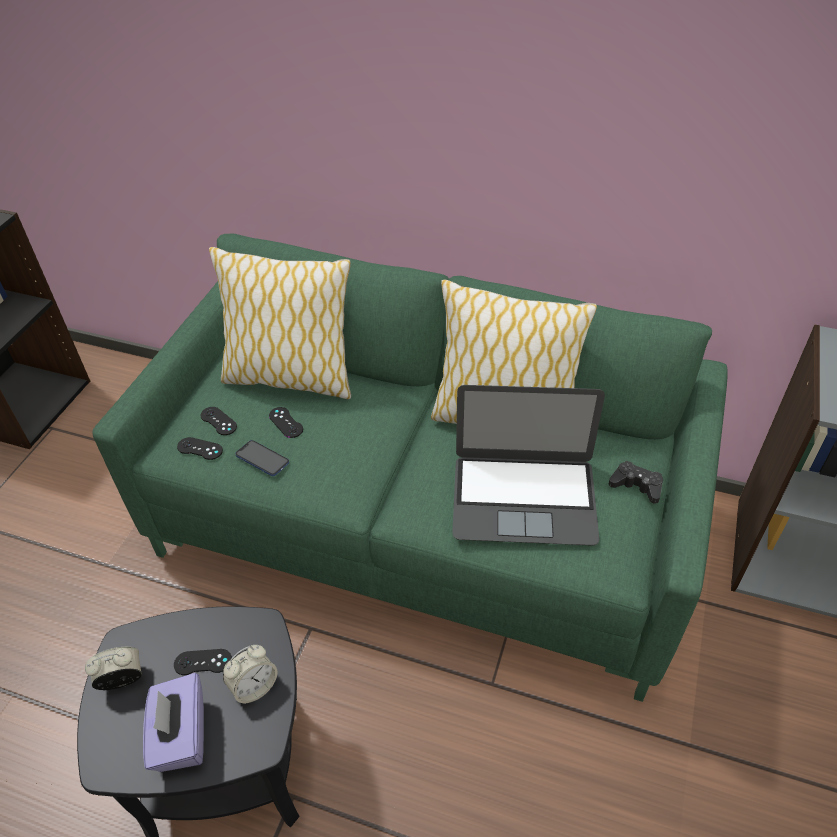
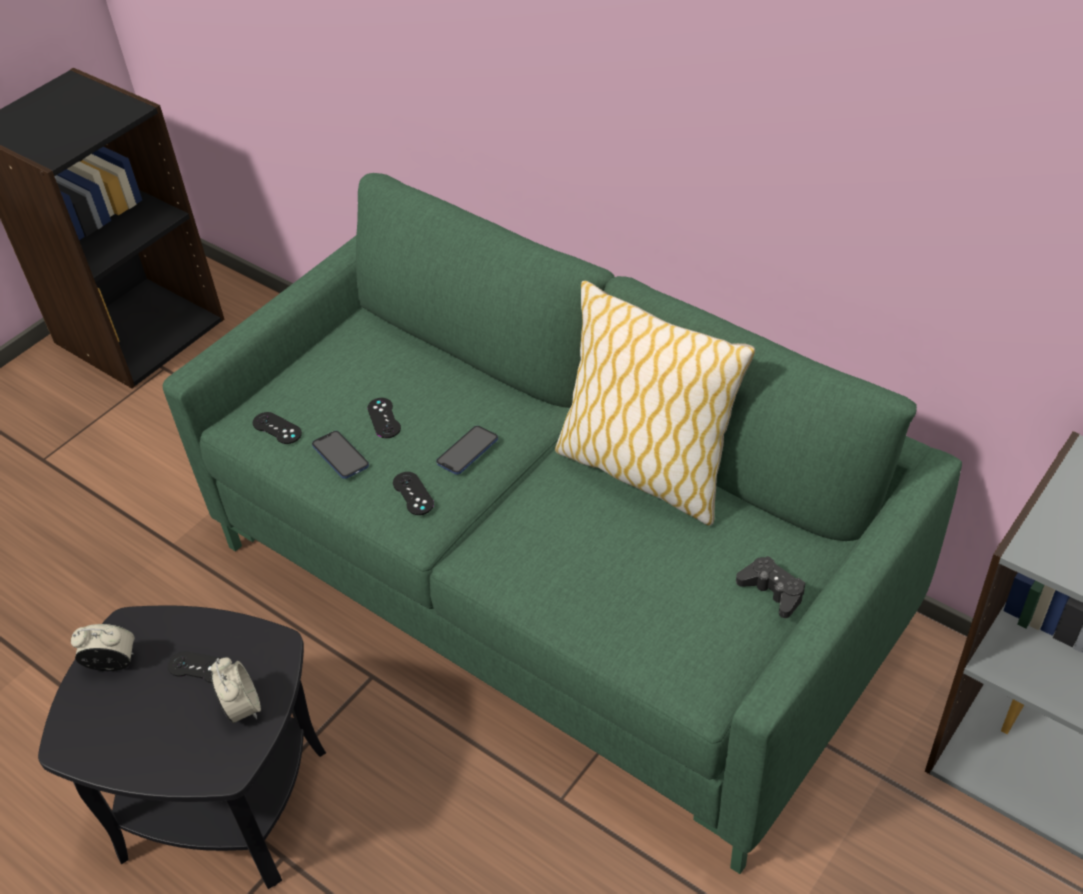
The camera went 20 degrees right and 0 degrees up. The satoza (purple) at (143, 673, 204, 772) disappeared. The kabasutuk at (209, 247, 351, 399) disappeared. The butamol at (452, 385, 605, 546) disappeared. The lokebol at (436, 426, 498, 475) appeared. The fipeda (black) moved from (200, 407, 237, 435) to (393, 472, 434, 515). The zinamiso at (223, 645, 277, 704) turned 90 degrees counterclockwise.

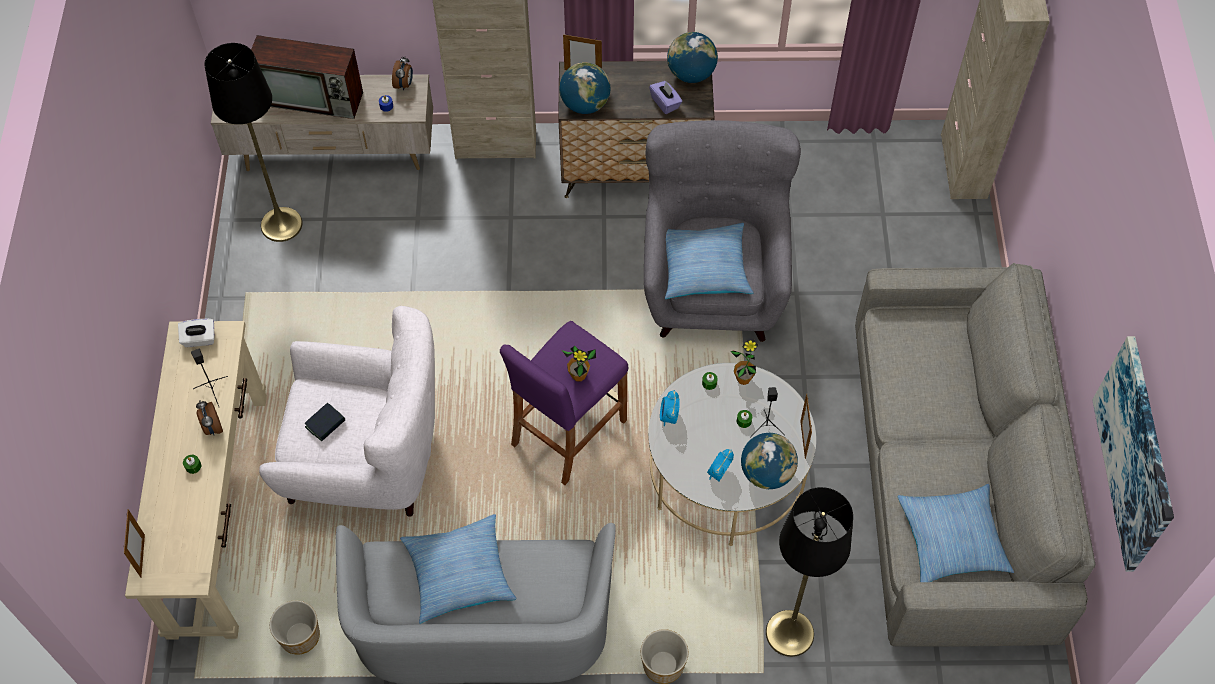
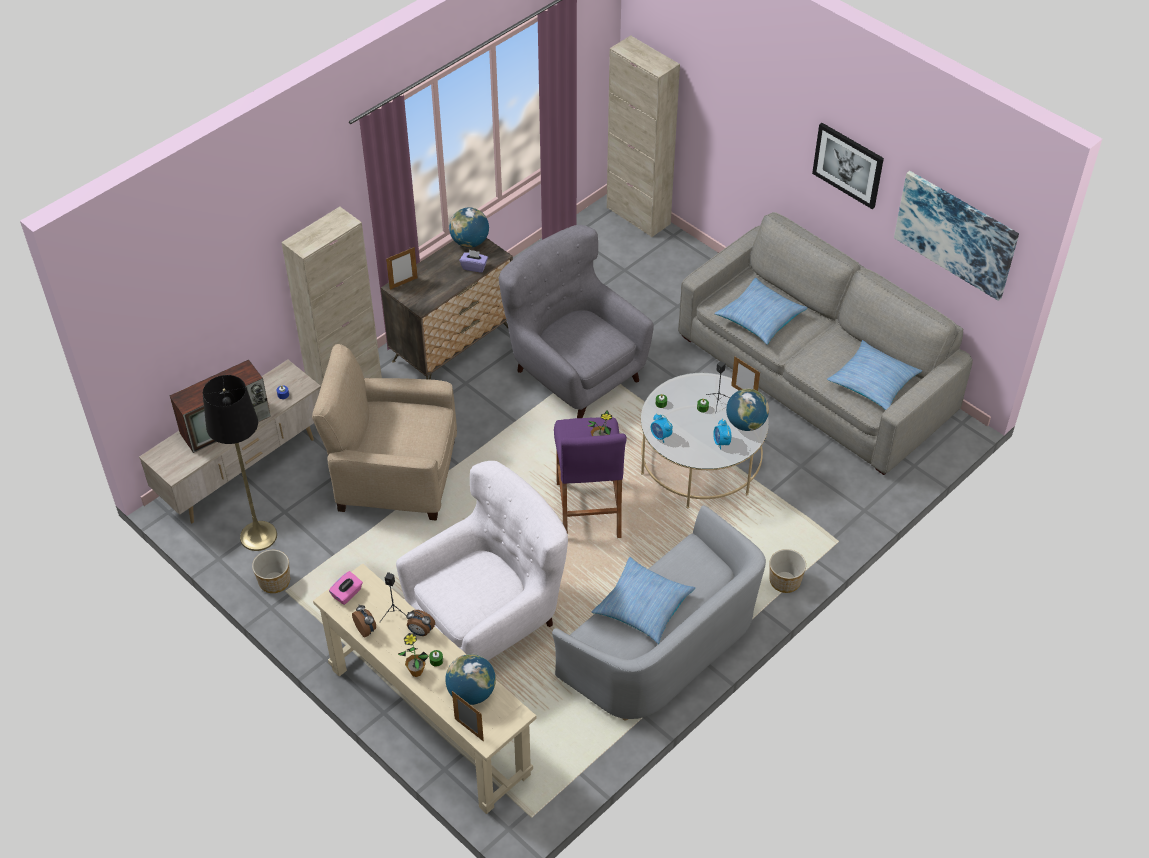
The camera went 45 degrees left and 10 degrees down. The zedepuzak at (304, 403, 345, 442) disappeared. The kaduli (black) at (766, 487, 853, 657) disappeared. The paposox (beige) at (312, 344, 457, 520) appeared. The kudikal at (812, 123, 884, 209) appeared. The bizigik moved from (270, 600, 320, 655) to (252, 550, 290, 593). The zinamiso moved from (392, 56, 413, 90) to (352, 604, 376, 637). The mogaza moved from (559, 62, 610, 114) to (445, 654, 496, 705). The kabasutuk moved from (665, 223, 754, 299) to (714, 278, 808, 345). The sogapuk moved from (730, 339, 758, 385) to (398, 633, 429, 677). The satoza (white) at (178, 319, 214, 347) became the satoza (pink) at (329, 571, 363, 605).

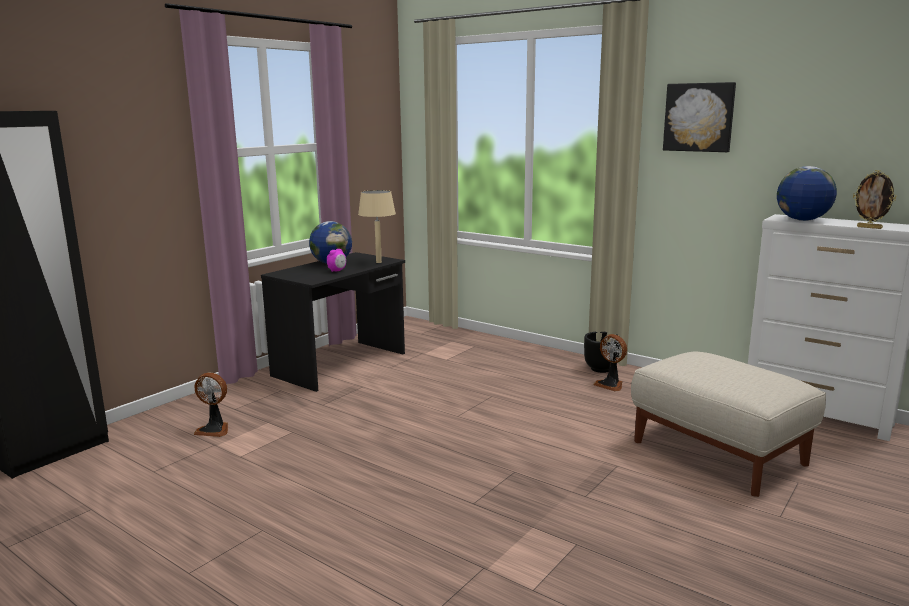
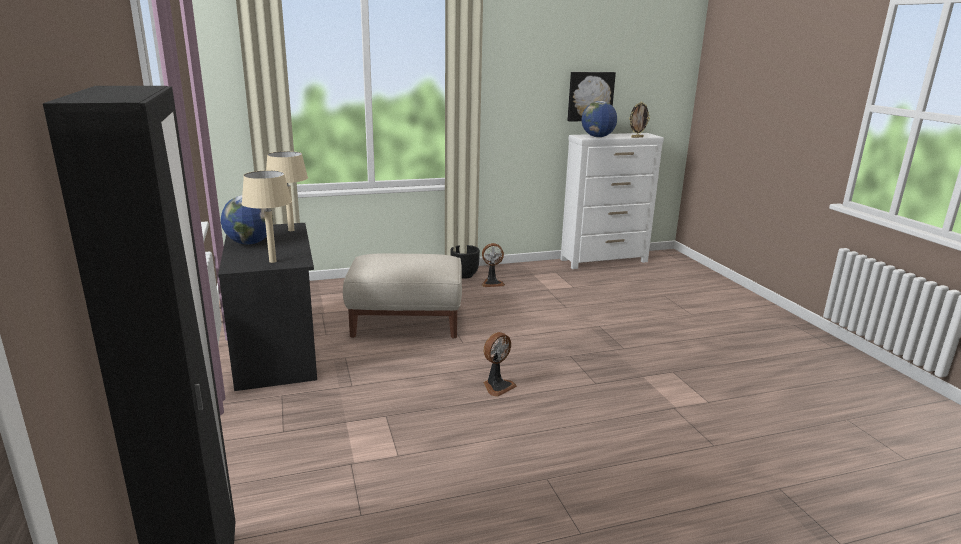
The camera went 55 degrees left and 5 degrees up. The zinamiso at (327, 249, 346, 272) disappeared. The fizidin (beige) at (242, 170, 292, 263) appeared. The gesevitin moved from (194, 372, 228, 437) to (483, 332, 517, 397). The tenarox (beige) moved from (631, 352, 826, 497) to (343, 253, 462, 339). The kudikal moved from (663, 82, 736, 152) to (567, 72, 616, 122).

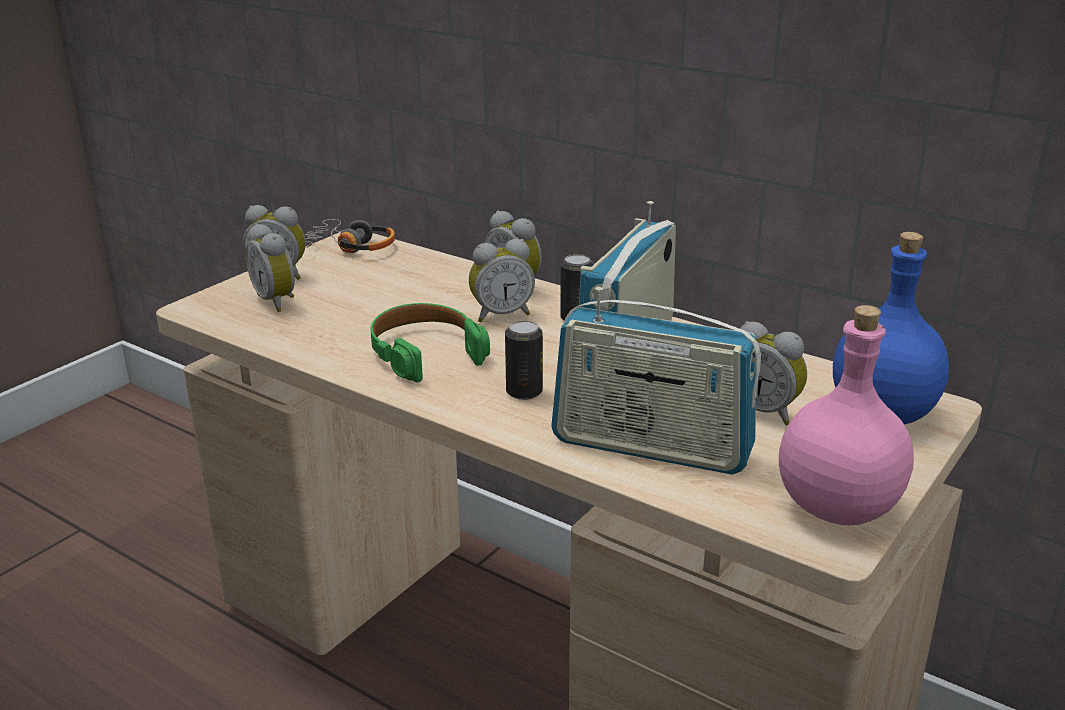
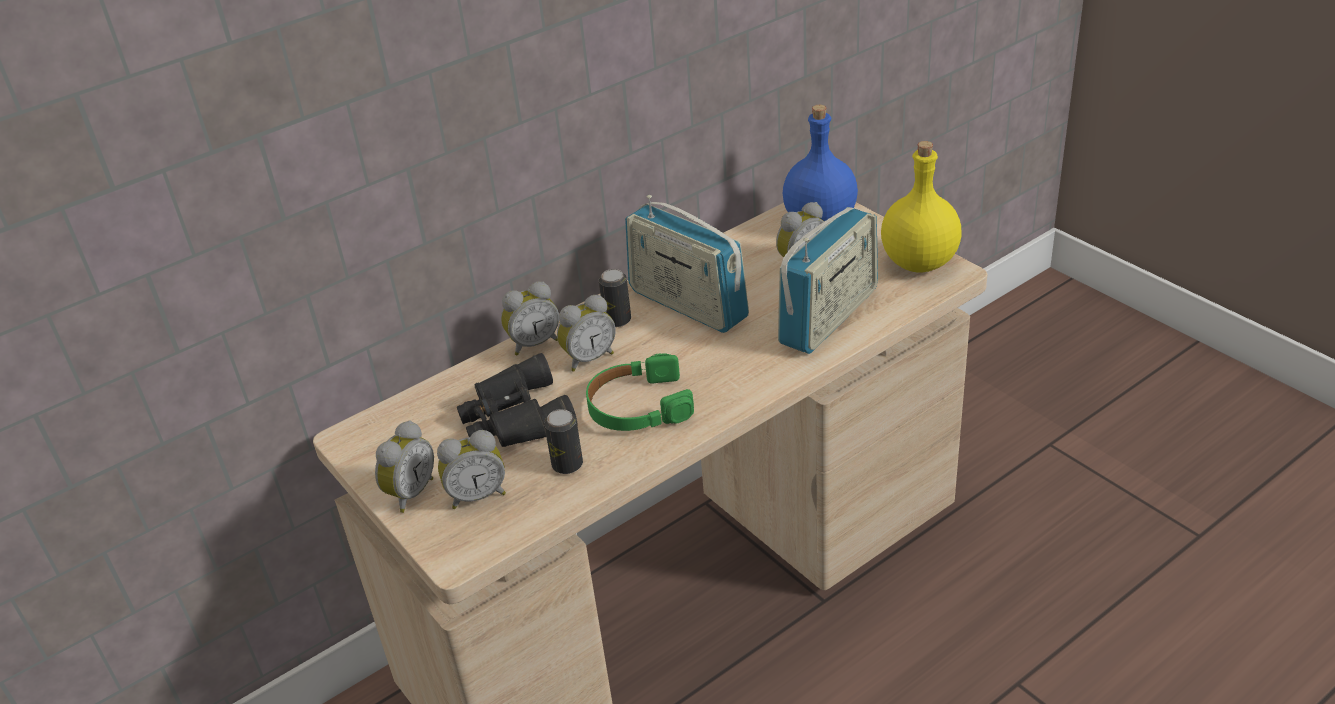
The camera went 70 degrees left and 10 degrees up. The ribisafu at (305, 219, 395, 253) disappeared. The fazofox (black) at (457, 353, 578, 447) appeared. The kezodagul moved from (505, 321, 543, 400) to (544, 409, 583, 474). The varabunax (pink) at (779, 305, 914, 525) became the varabunax (yellow) at (881, 141, 962, 273). The zinamiso at (469, 239, 535, 323) turned 60 degrees clockwise.

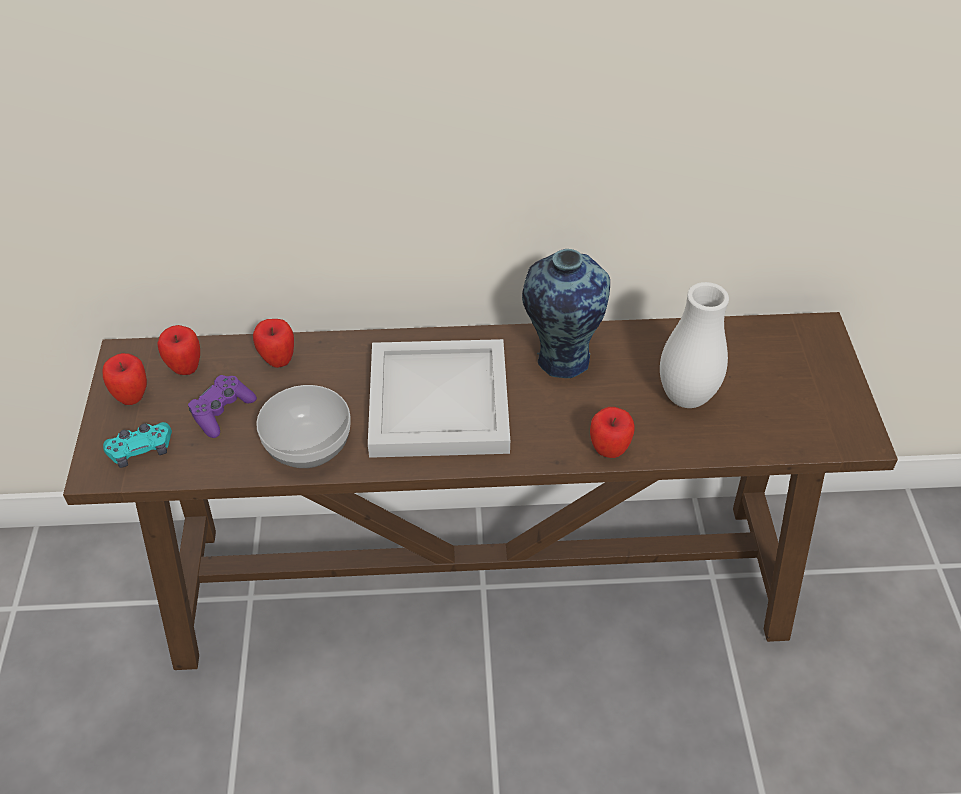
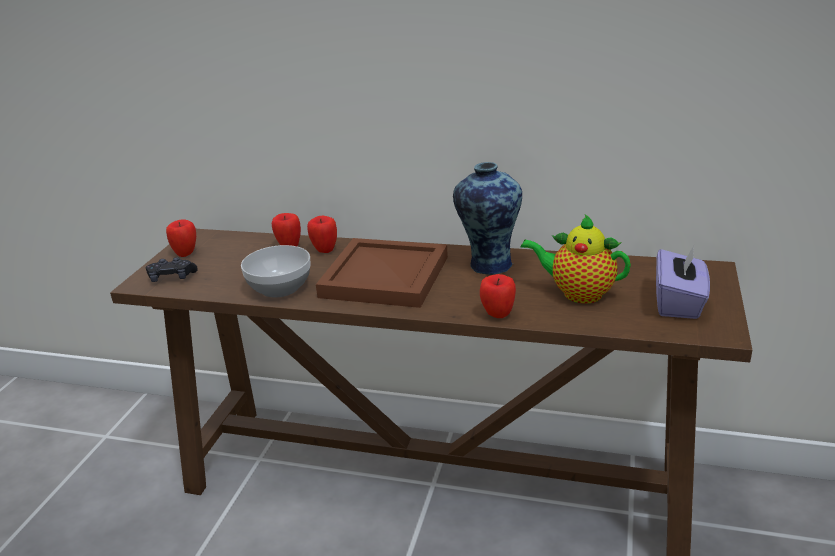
The camera went 20 degrees right and 20 degrees down. The fipeda (purple) at (188, 375, 257, 438) disappeared. The satoza (purple) at (656, 246, 710, 319) appeared. The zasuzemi moved from (157, 325, 200, 375) to (307, 216, 337, 253). The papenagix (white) at (660, 282, 729, 408) was replaced by the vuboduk at (521, 214, 631, 304). The fipeda (turquoise) at (103, 422, 172, 468) became the fipeda (black) at (146, 257, 198, 282). The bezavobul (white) at (368, 339, 510, 458) became the bezavobul (brown) at (316, 238, 448, 308).

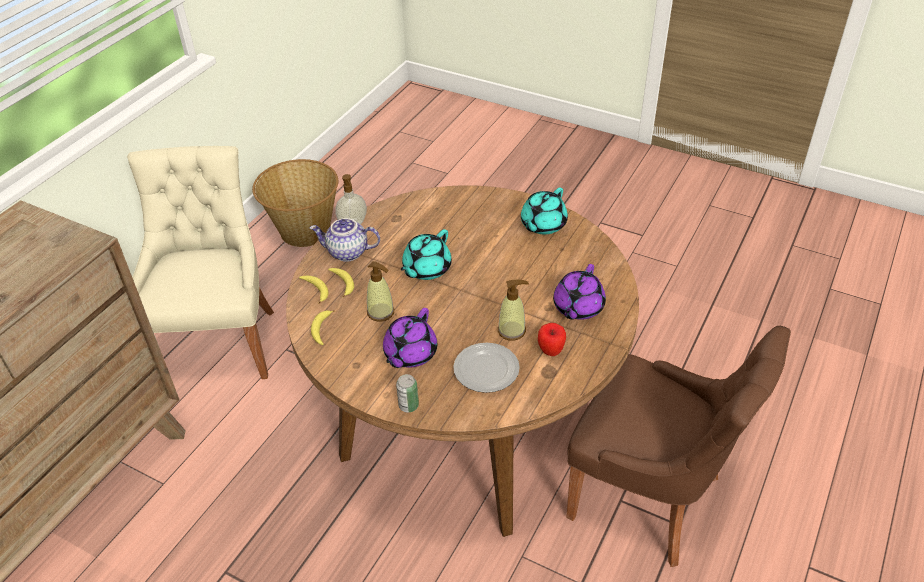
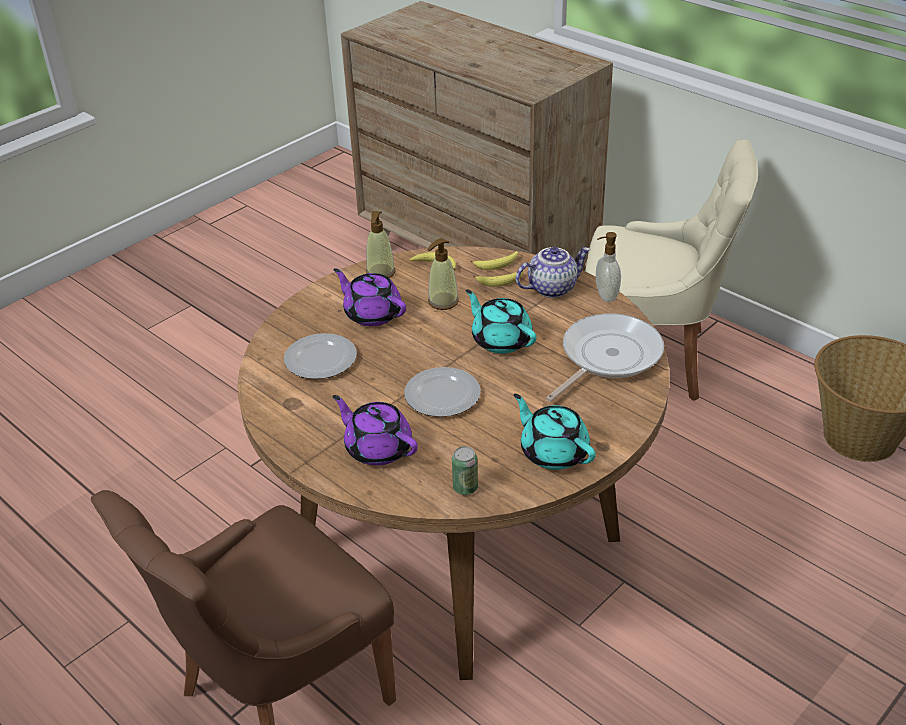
The camera went 105 degrees right and 5 degrees down. The zasuzemi at (538, 323, 566, 356) disappeared. The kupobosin at (404, 367, 481, 417) appeared. The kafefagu at (546, 313, 664, 402) appeared. The kezodagul moved from (396, 374, 419, 412) to (452, 446, 478, 495). The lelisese moved from (498, 280, 529, 341) to (366, 211, 395, 278). The vuboduk at (310, 218, 380, 262) turned 45 degrees clockwise.

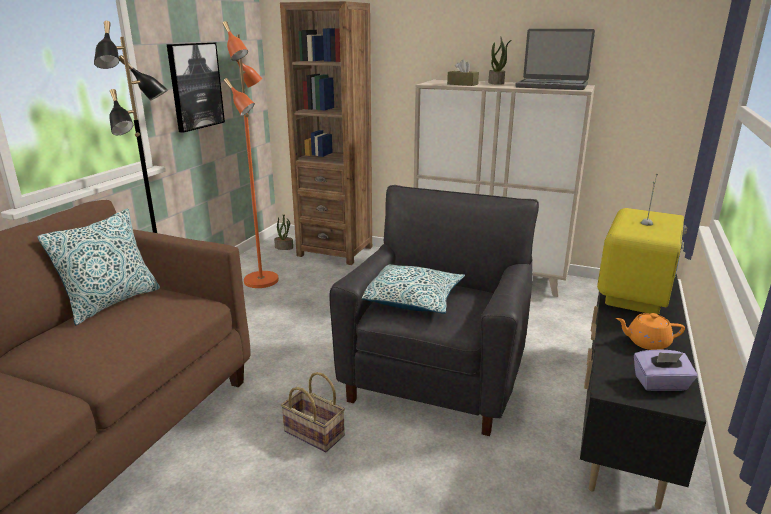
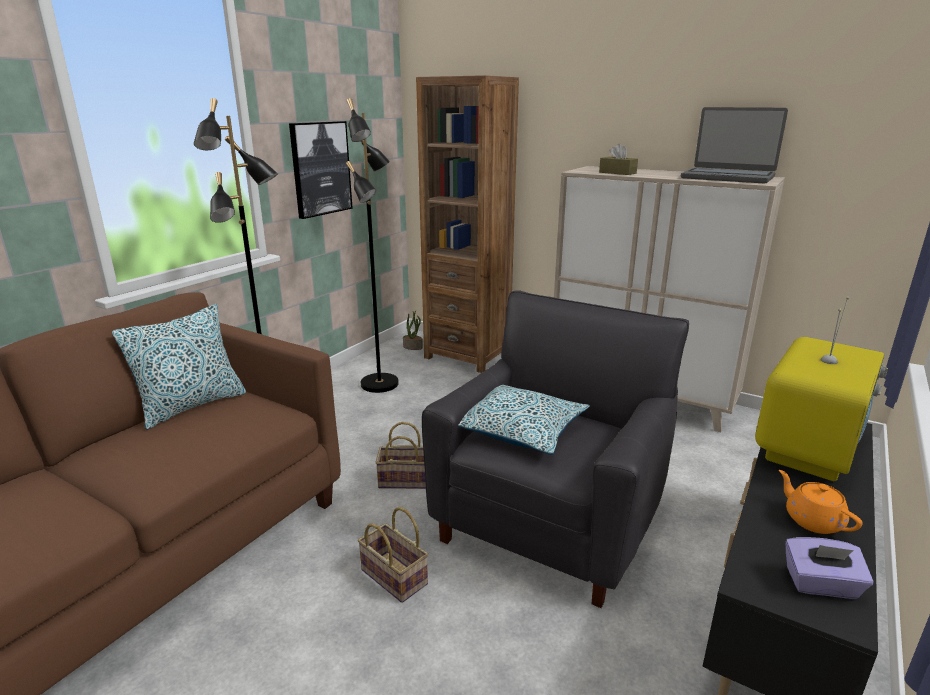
The camera went 10 degrees right and 0 degrees up. The sogapuk at (488, 36, 511, 85) disappeared. The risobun at (375, 422, 426, 489) appeared. The kaduli (orange) at (223, 21, 279, 288) became the kaduli (black) at (346, 98, 399, 393). The vuboduk (orange) at (616, 313, 685, 350) turned 45 degrees clockwise.

